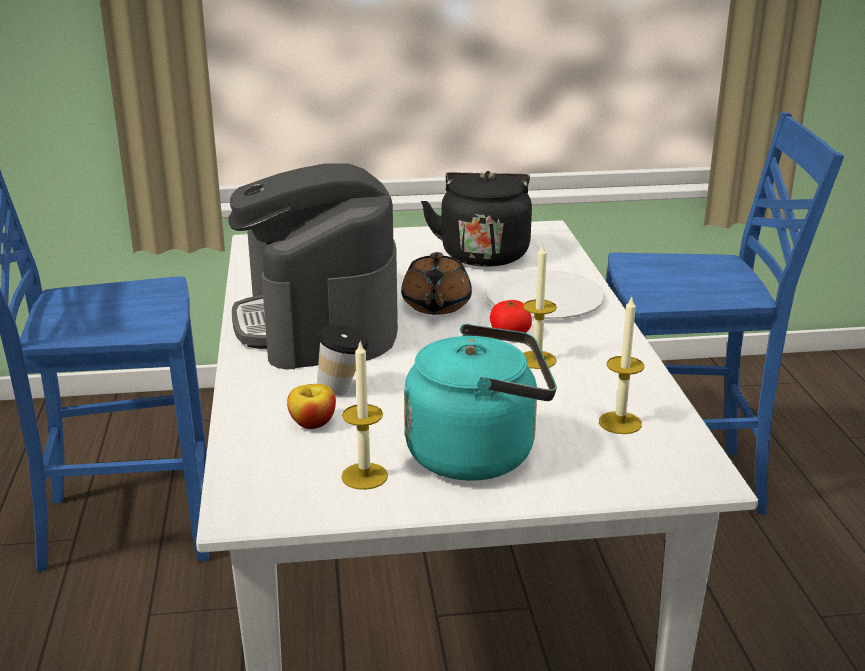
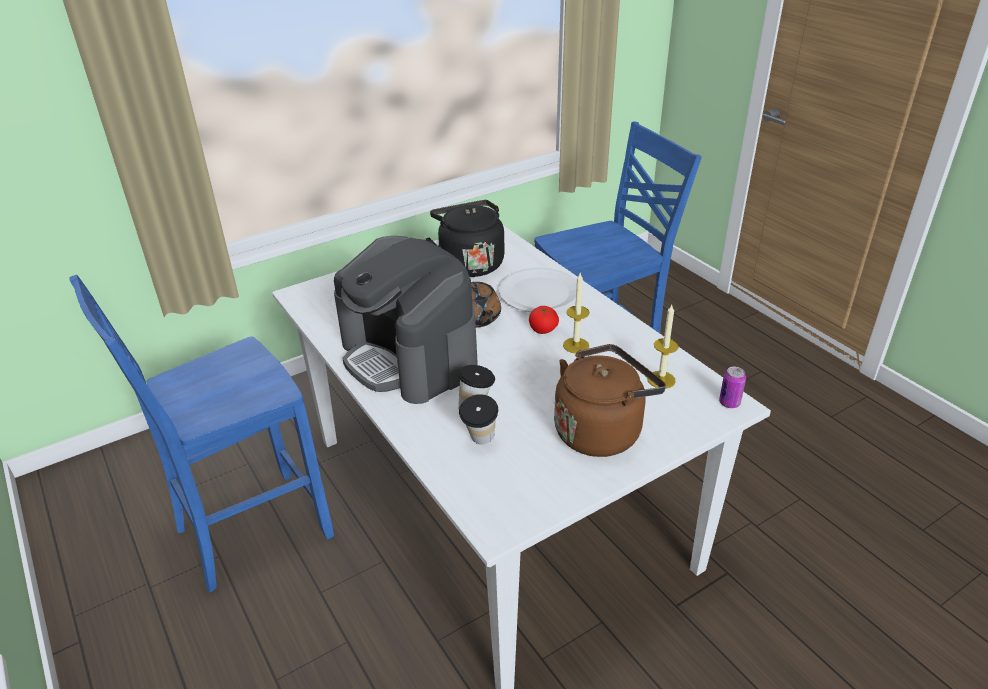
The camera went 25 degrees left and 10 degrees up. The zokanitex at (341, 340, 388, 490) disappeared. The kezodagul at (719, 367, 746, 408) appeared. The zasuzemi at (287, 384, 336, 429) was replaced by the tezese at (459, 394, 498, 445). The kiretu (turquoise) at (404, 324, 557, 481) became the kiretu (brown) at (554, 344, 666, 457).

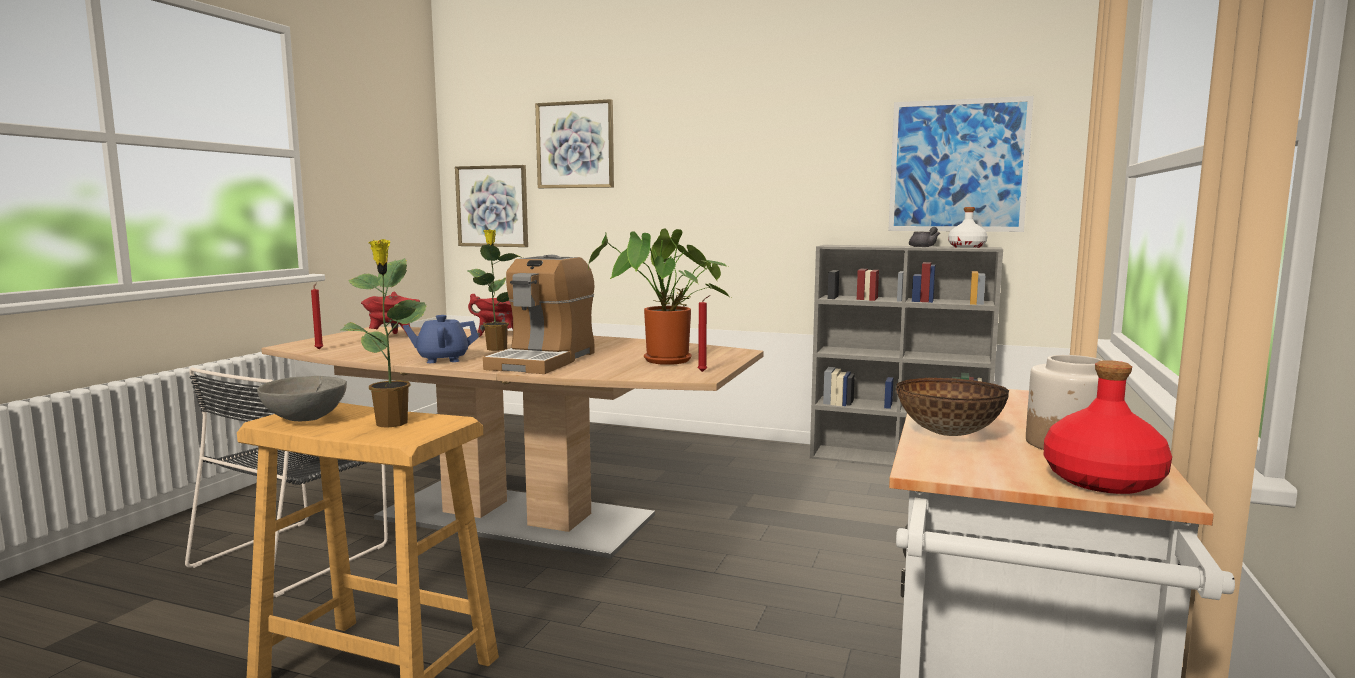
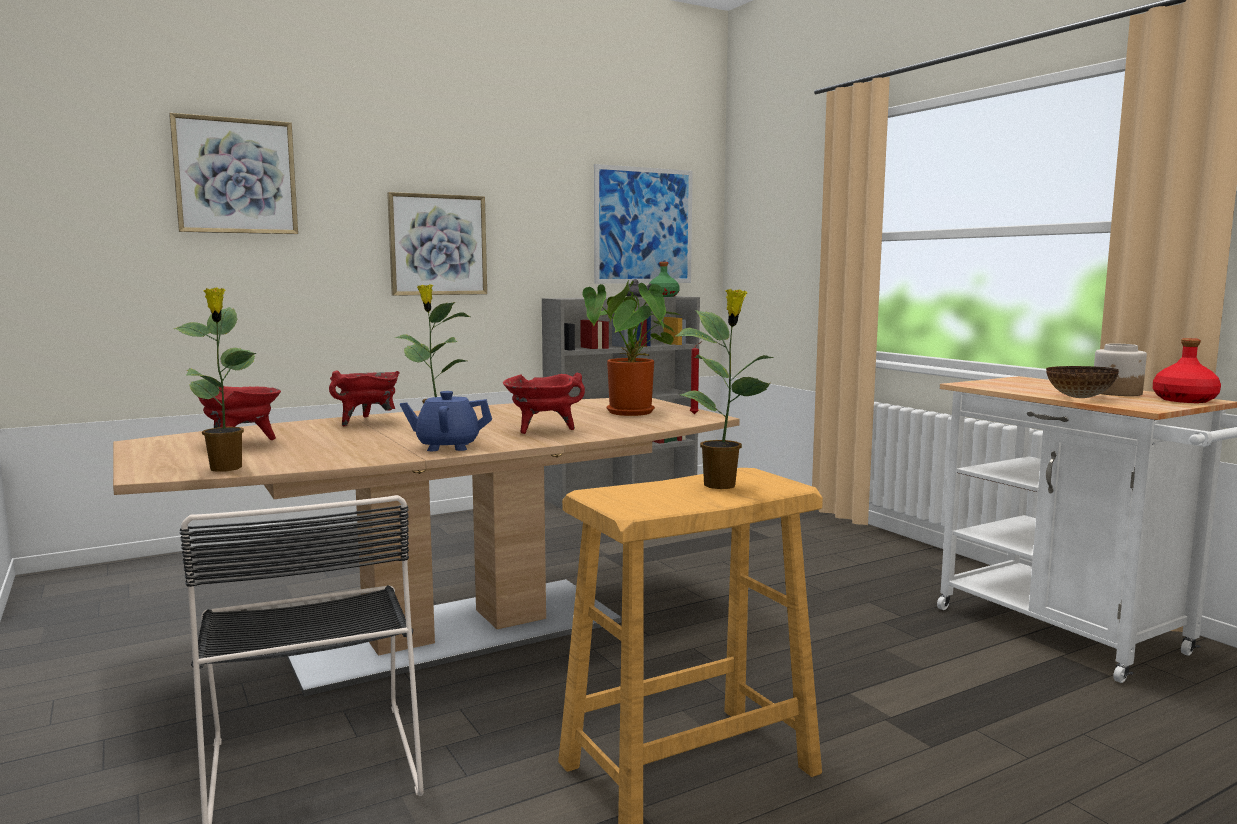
The camera went 50 degrees left and 0 degrees up. The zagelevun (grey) at (257, 376, 347, 421) disappeared. The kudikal moved from (455, 165, 528, 247) to (387, 192, 487, 296). The zokanitex (red) at (311, 282, 324, 350) was replaced by the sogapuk at (174, 288, 257, 472). The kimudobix at (483, 255, 595, 374) was replaced by the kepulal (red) at (503, 373, 585, 434). The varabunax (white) at (948, 207, 987, 248) became the varabunax (green) at (649, 262, 680, 297). The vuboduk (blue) at (403, 315, 479, 363) turned 60 degrees clockwise.

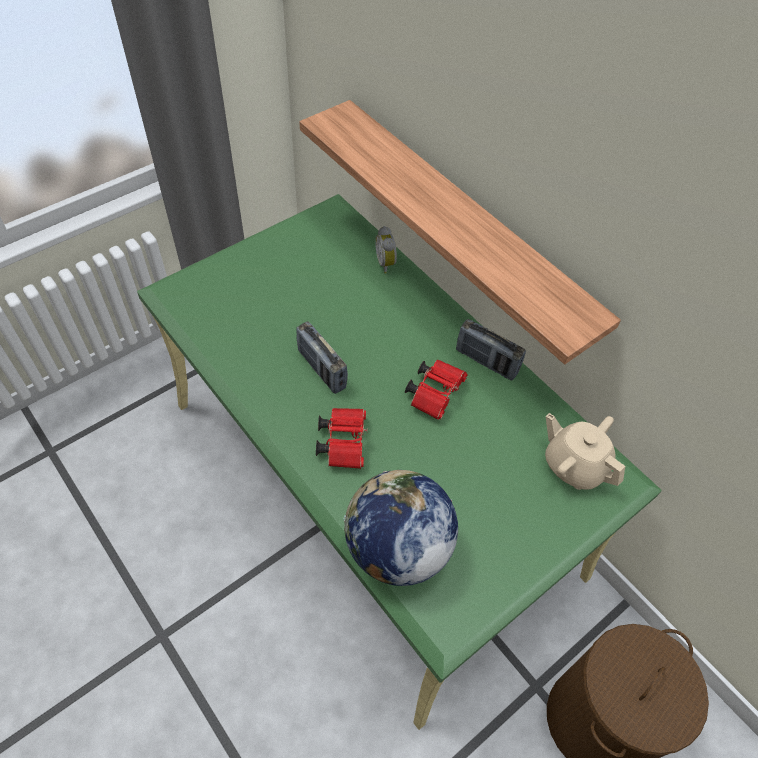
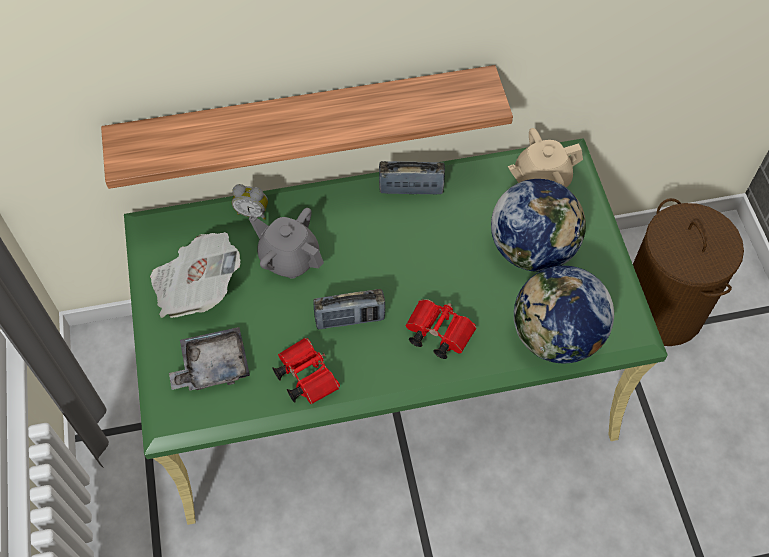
The camera went 60 degrees left and 5 degrees up. The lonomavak at (150, 232, 240, 318) appeared. The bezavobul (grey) at (169, 327, 250, 391) appeared. The vuboduk (grey) at (249, 208, 324, 279) appeared. The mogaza at (491, 179, 586, 272) appeared. The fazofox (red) moved from (405, 360, 468, 420) to (272, 338, 340, 404). The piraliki at (456, 319, 526, 380) turned 150 degrees counterclockwise.

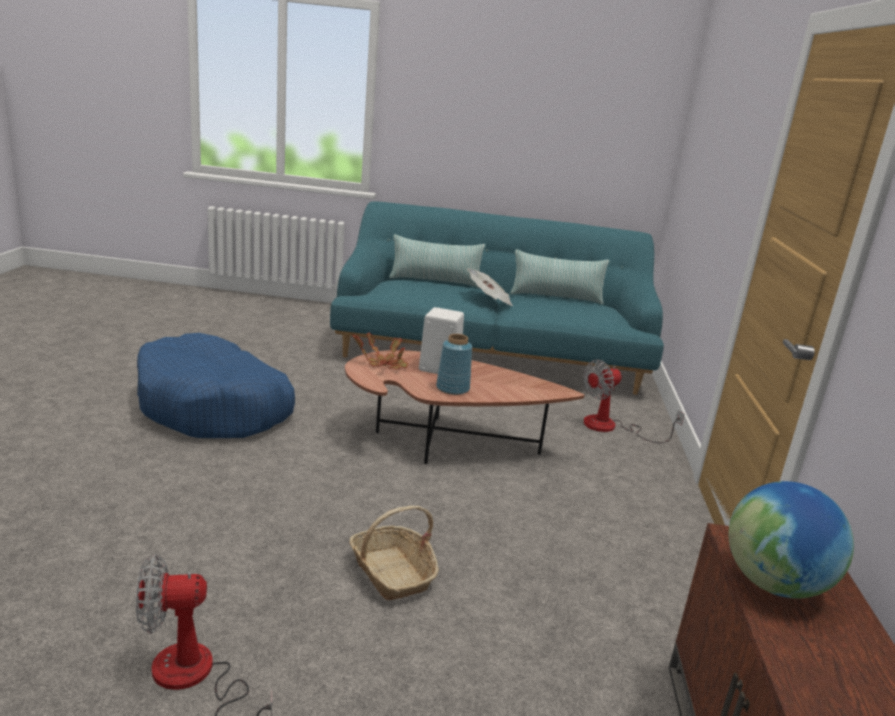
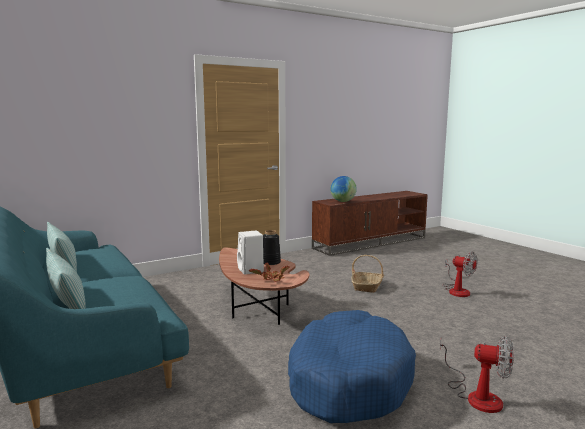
The camera went 125 degrees left and 10 degrees down. The lonomavak at (467, 268, 512, 306) disappeared. The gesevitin moved from (583, 360, 684, 443) to (440, 336, 514, 413). The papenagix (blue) at (436, 334, 472, 395) became the papenagix (black) at (263, 230, 281, 265).

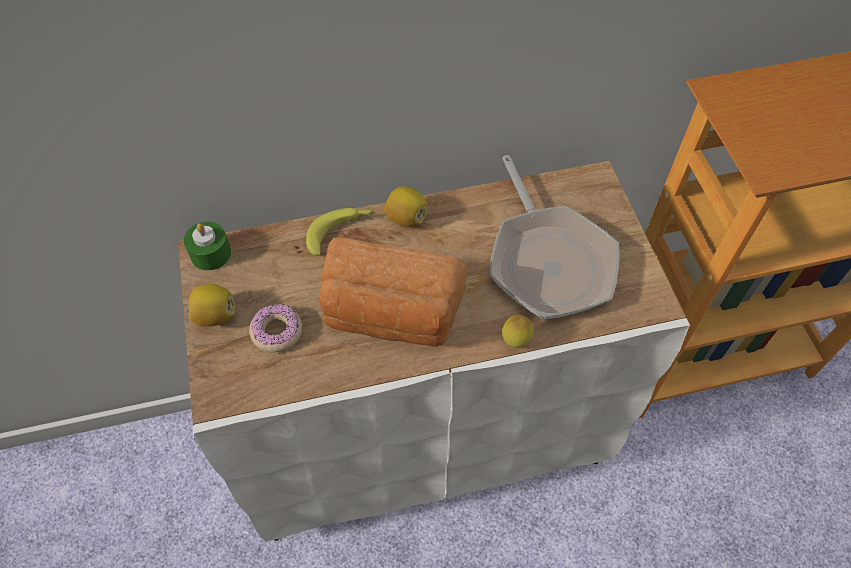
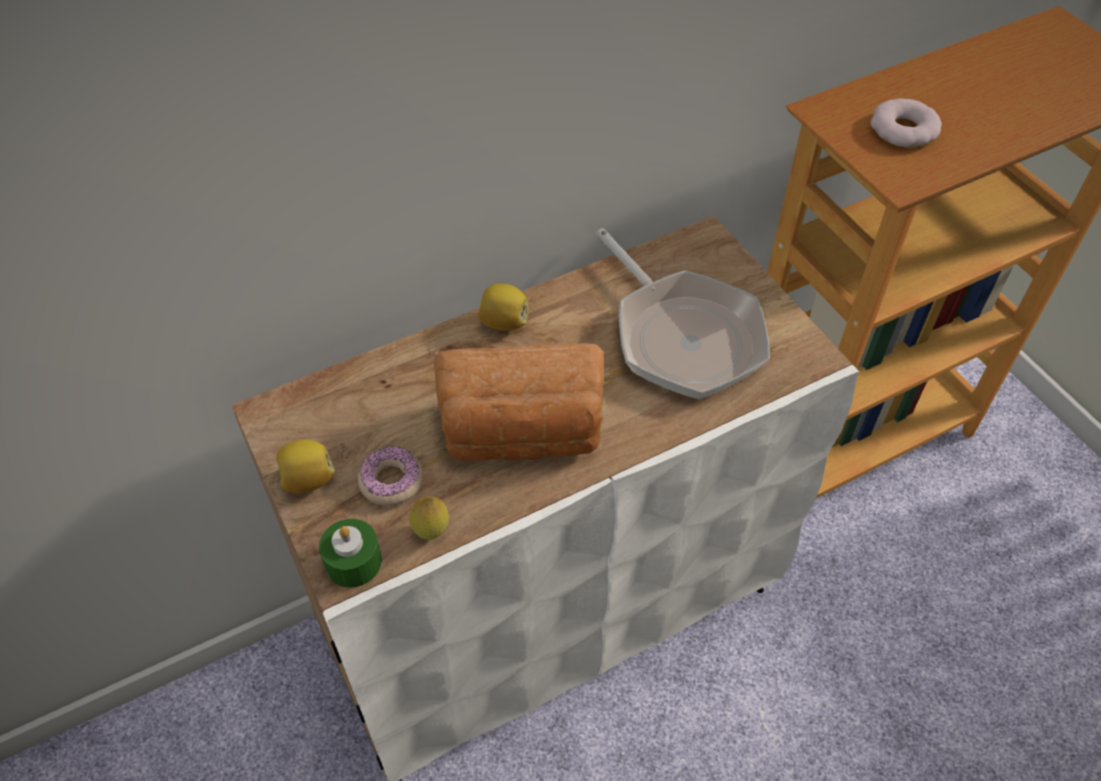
The camera went 15 degrees left and 5 degrees down. The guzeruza at (306, 208, 373, 256) disappeared. The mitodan at (871, 98, 942, 148) appeared. The zokanitex (green) moved from (184, 222, 231, 270) to (319, 519, 382, 588). The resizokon moved from (502, 314, 534, 348) to (409, 496, 449, 540).

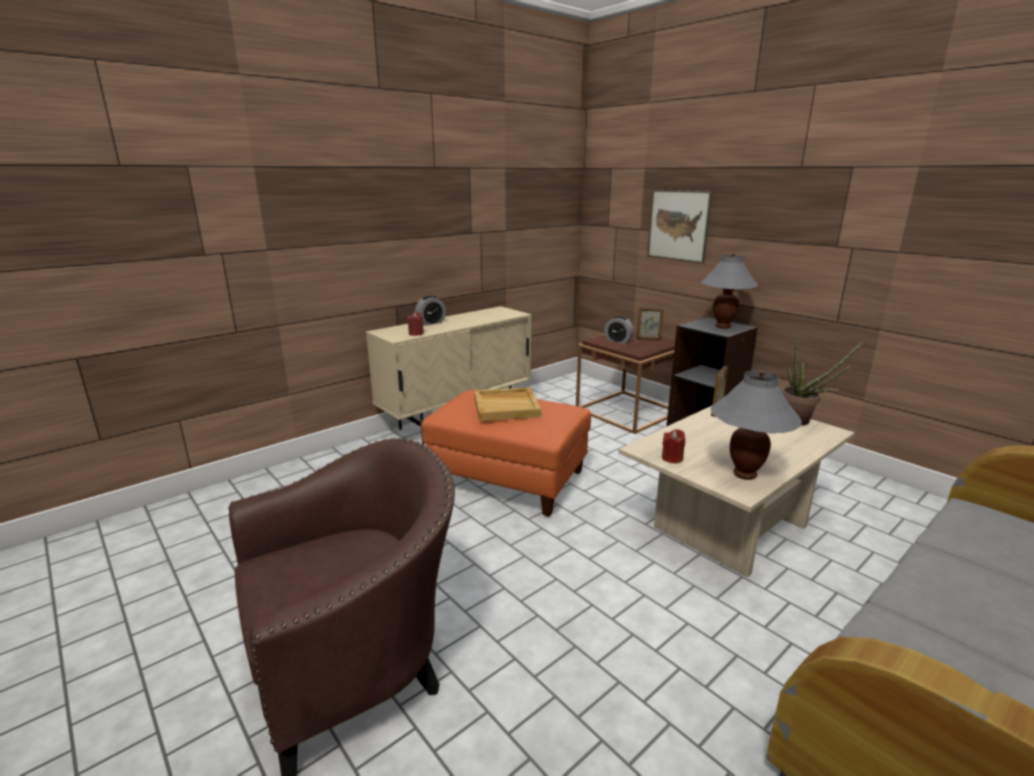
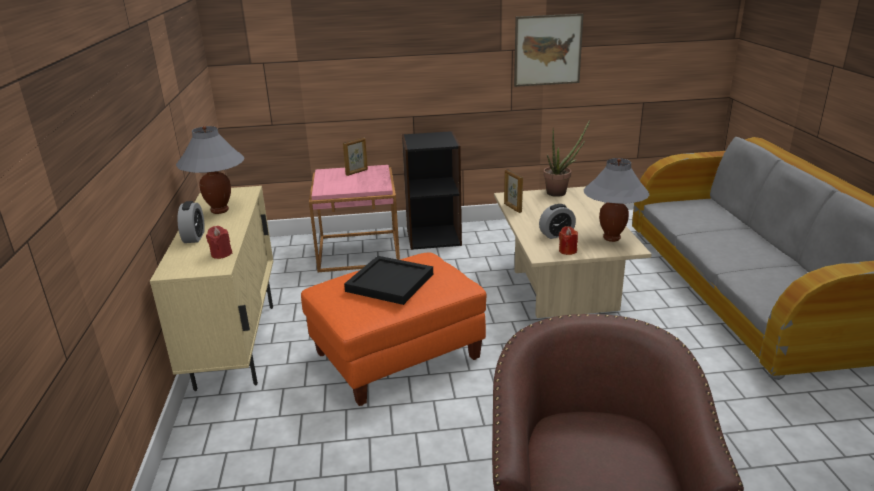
The camera went 55 degrees left and 5 degrees up. The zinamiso moved from (605, 316, 634, 344) to (539, 204, 576, 239). The kudikal moved from (647, 189, 713, 264) to (514, 14, 583, 87). The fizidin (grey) moved from (701, 253, 758, 328) to (176, 126, 245, 214). The bezavobul (beige) at (474, 387, 541, 421) became the bezavobul (black) at (344, 256, 433, 305). The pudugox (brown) at (576, 330, 675, 434) became the pudugox (pink) at (309, 165, 400, 272).

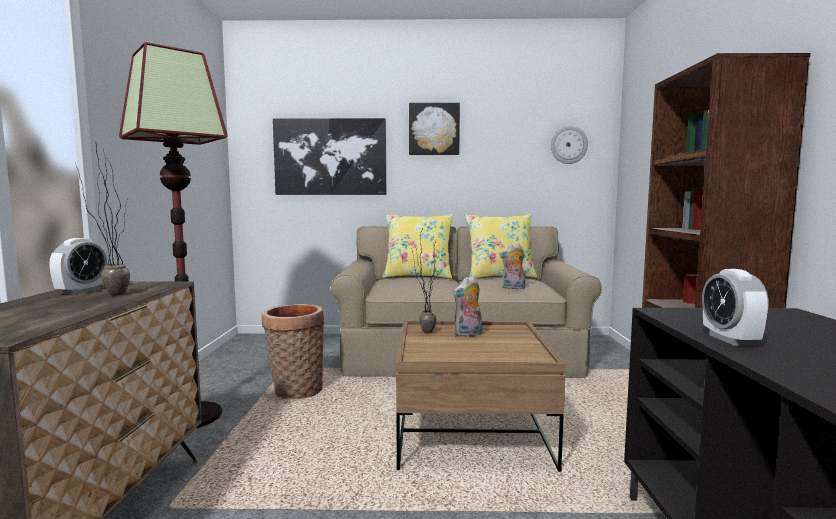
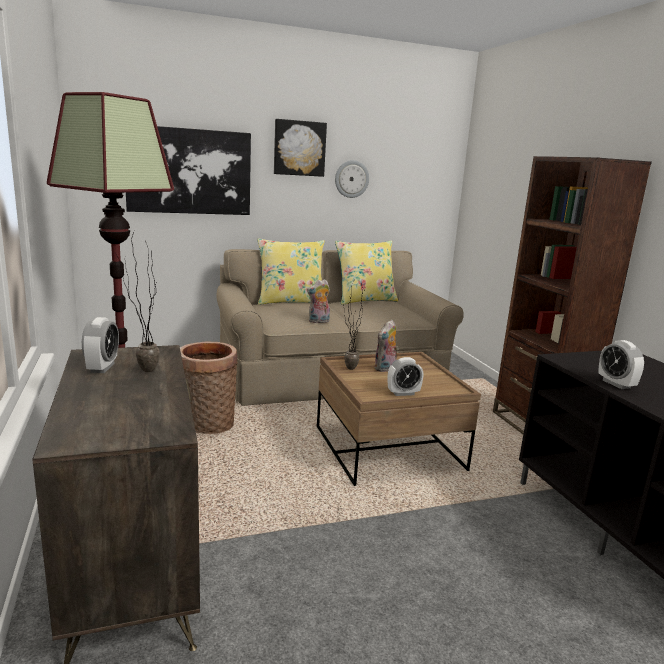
The camera went 20 degrees left and 10 degrees up. The zinamiso at (387, 357, 423, 396) appeared. The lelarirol moved from (500, 243, 526, 289) to (307, 279, 330, 323). The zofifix moved from (551, 126, 588, 164) to (335, 160, 369, 198).

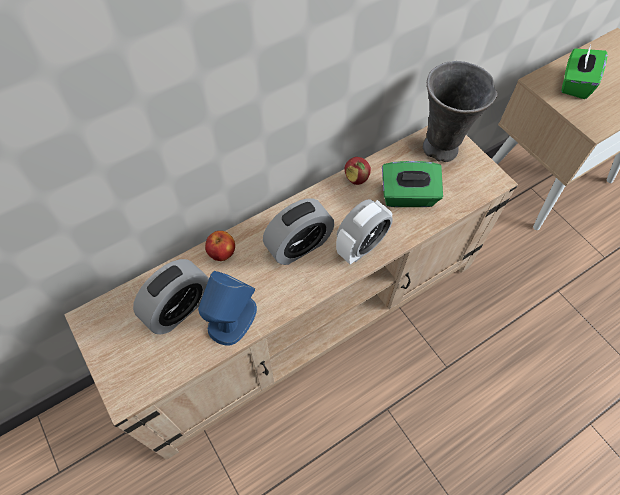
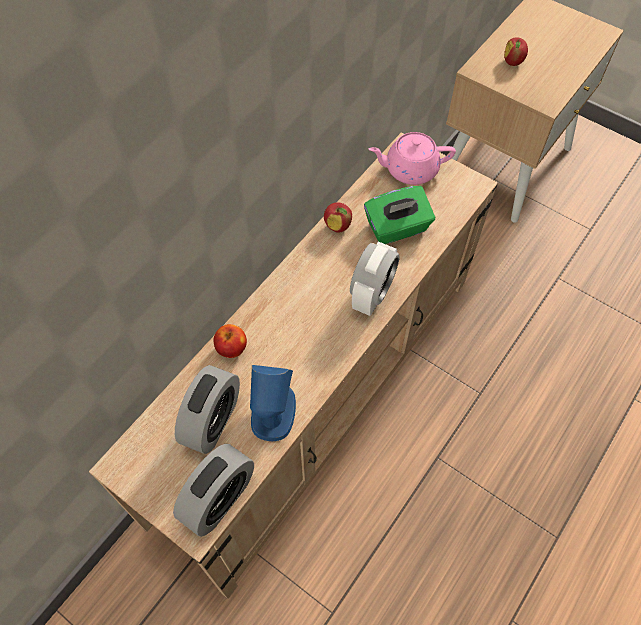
The camera went 20 degrees left and 0 degrees up. The zinamiso moved from (263, 198, 335, 265) to (173, 444, 254, 537). The papenagix (grey) at (423, 61, 498, 162) was replaced by the vuboduk (pink) at (369, 132, 456, 185). The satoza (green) at (561, 45, 608, 99) was replaced by the zasuzemi at (504, 37, 528, 66).

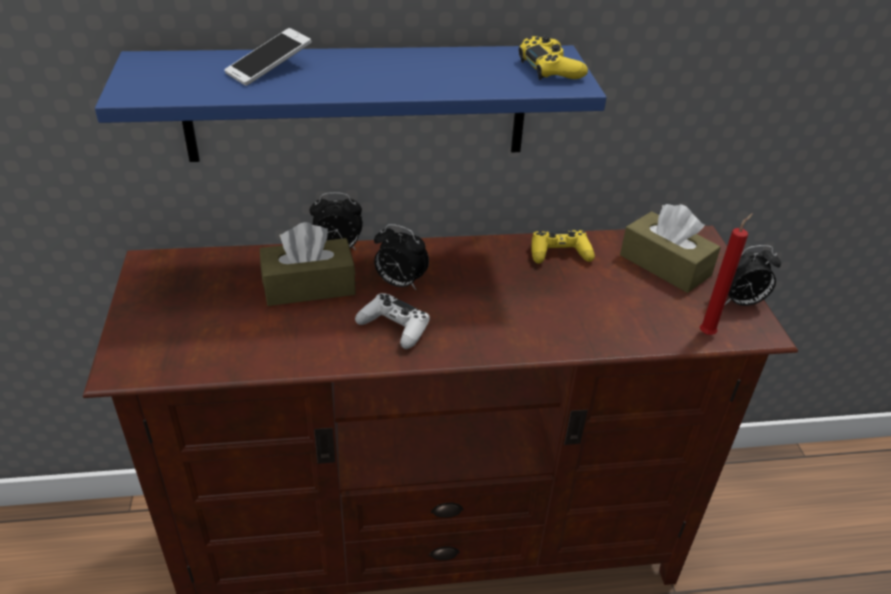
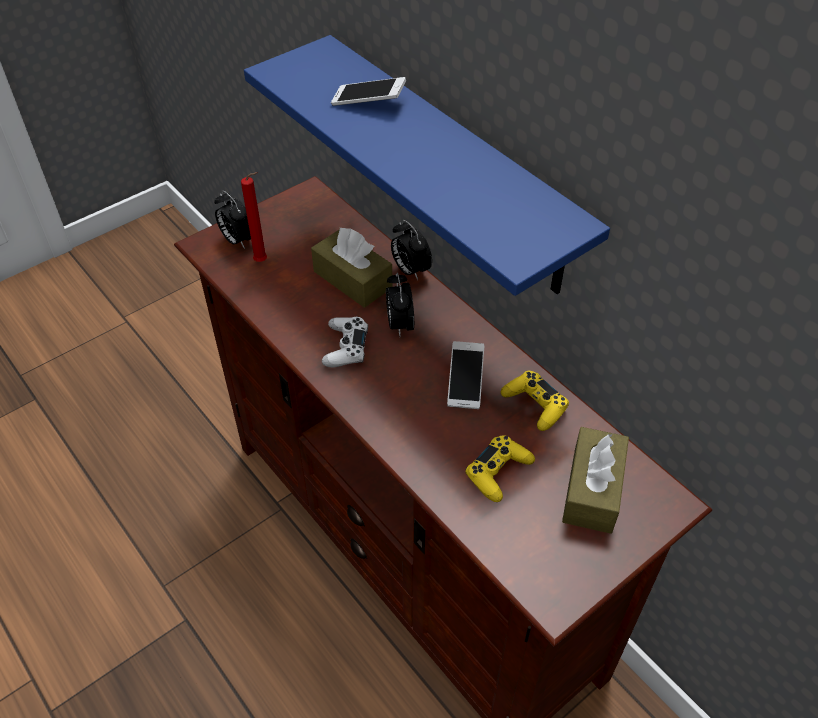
The camera went 60 degrees right and 10 degrees up. The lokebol at (447, 341, 484, 409) appeared. The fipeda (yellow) moved from (518, 35, 588, 80) to (465, 435, 535, 502). The zokanitex (red) moved from (700, 213, 753, 335) to (241, 172, 267, 262). The zinamiso moved from (718, 245, 781, 306) to (214, 191, 251, 249).

